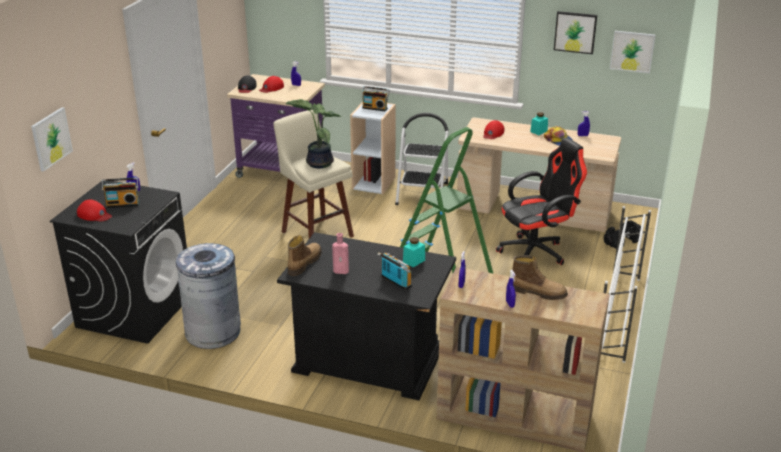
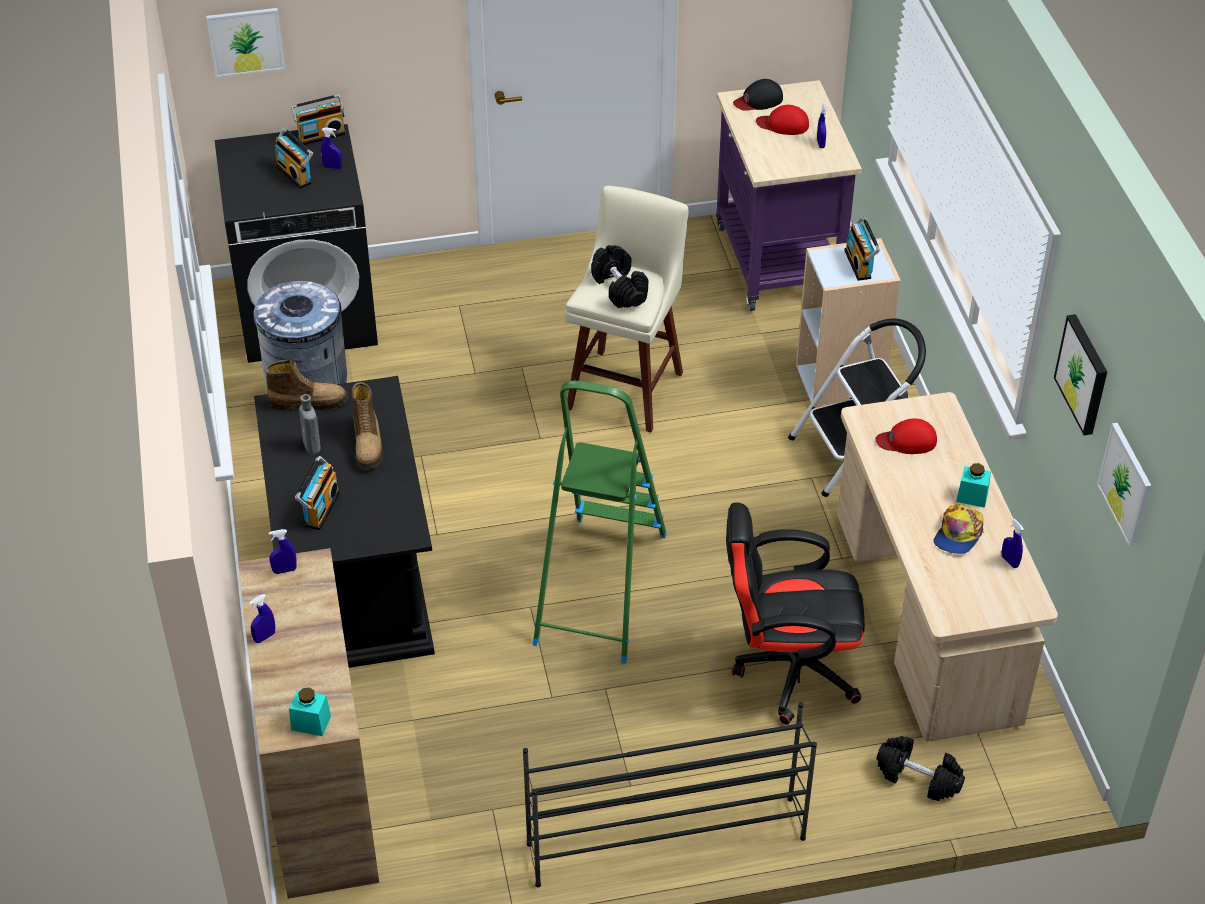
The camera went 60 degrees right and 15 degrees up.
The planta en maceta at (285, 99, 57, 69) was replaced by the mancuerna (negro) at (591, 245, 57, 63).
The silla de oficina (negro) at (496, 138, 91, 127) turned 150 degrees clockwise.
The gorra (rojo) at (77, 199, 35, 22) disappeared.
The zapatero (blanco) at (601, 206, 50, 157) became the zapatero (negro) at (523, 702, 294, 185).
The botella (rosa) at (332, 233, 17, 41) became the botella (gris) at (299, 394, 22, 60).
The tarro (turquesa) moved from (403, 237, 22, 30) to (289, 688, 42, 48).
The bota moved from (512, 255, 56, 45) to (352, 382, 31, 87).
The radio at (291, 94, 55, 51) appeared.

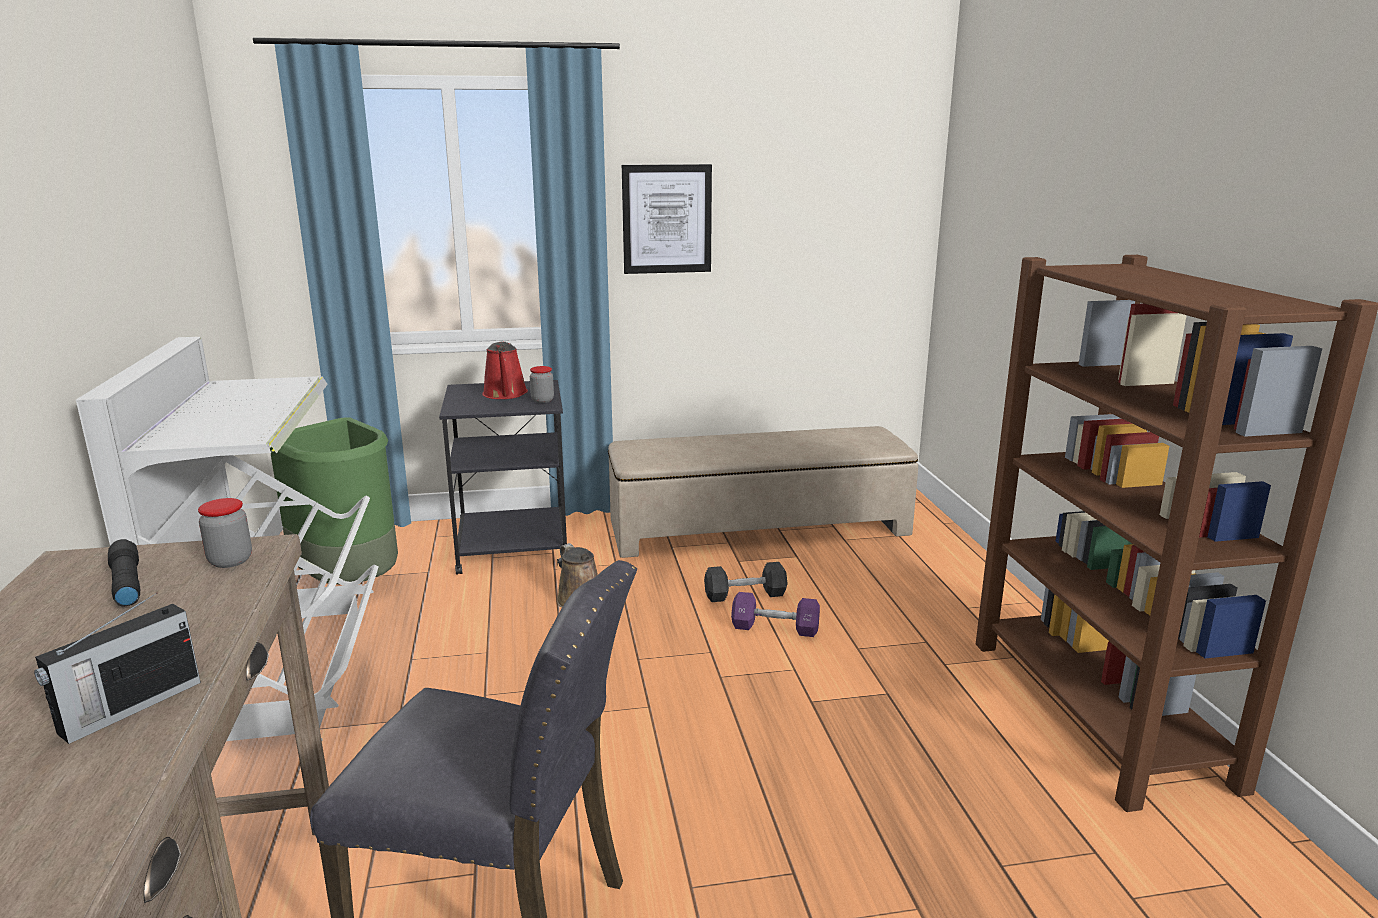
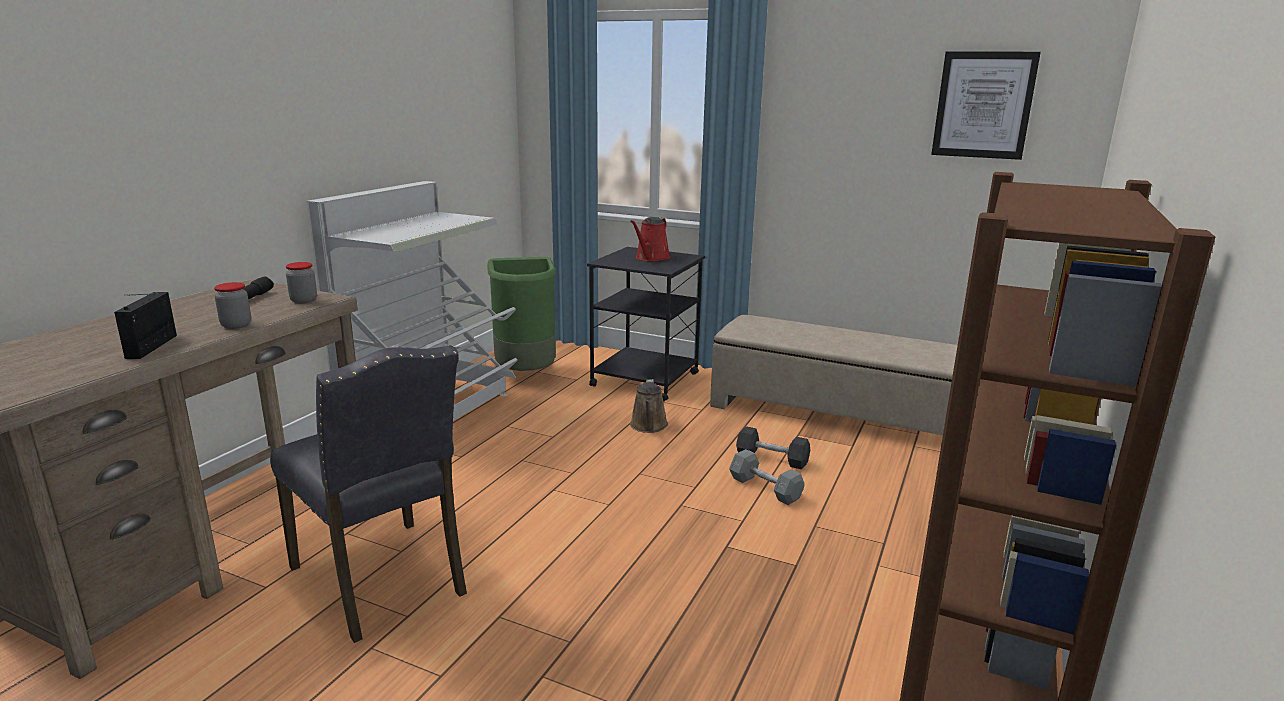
The camera went 35 degrees right and 0 degrees up.
The cuadro moved from (622, 164, 90, 110) to (931, 51, 110, 109).
The tarro moved from (530, 366, 24, 37) to (214, 282, 37, 47).
The radio at (34, 592, 167, 152) turned 105 degrees clockwise.
The mancuerna (morado) at (731, 592, 89, 45) became the mancuerna (gris) at (729, 449, 76, 56).

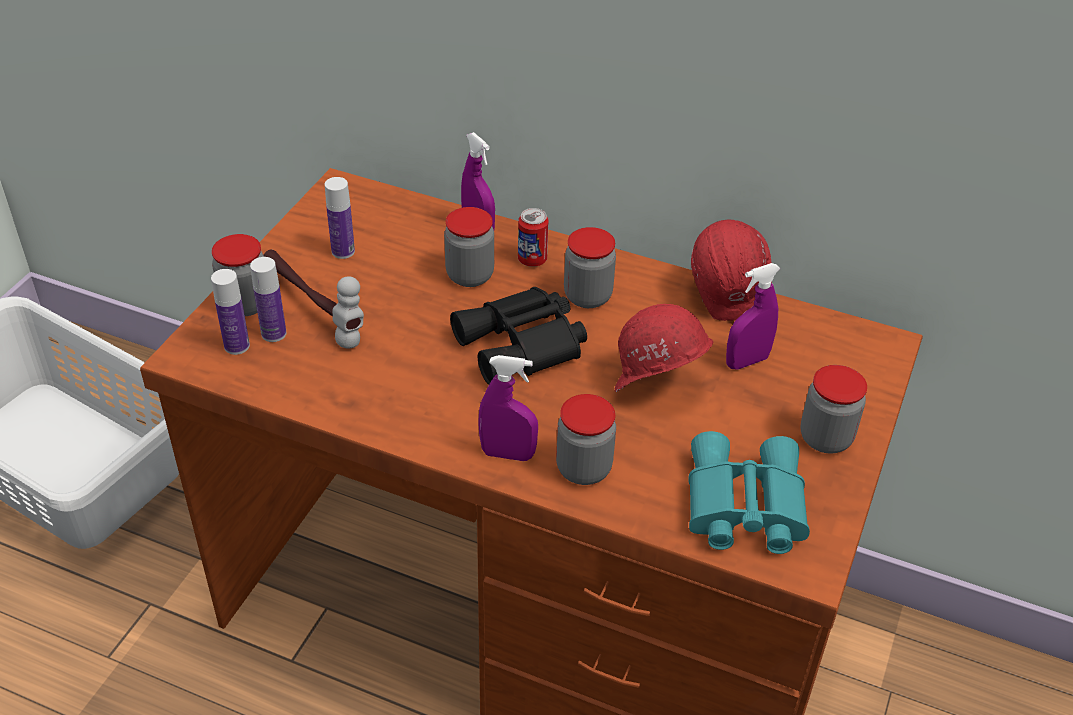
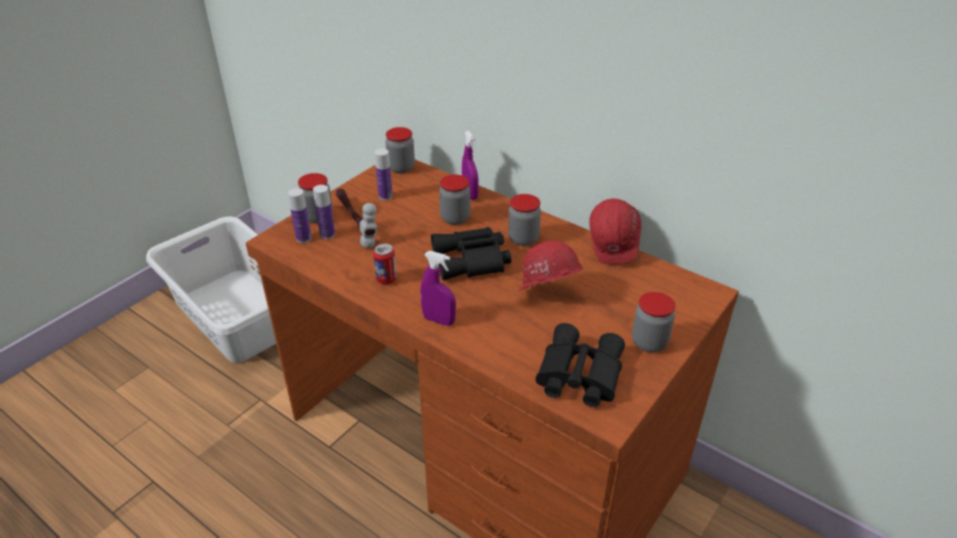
The camera went 15 degrees right and 5 degrees down.
The lata moved from (518, 208, 31, 59) to (373, 244, 24, 41).
The pulverizador (morado) at (726, 263, 55, 107) disappeared.
The tarro moved from (556, 394, 60, 91) to (385, 127, 30, 46).
The prismáticos (turquesa) at (688, 431, 122, 123) became the prismáticos (negro) at (536, 323, 89, 84).

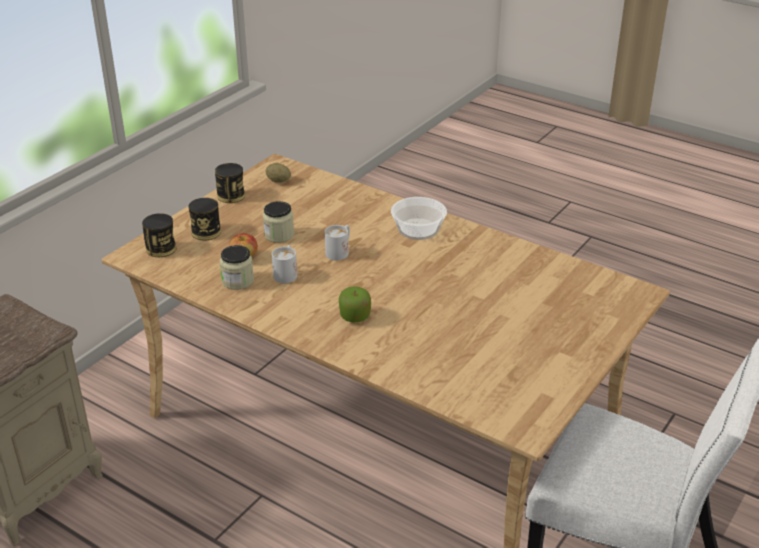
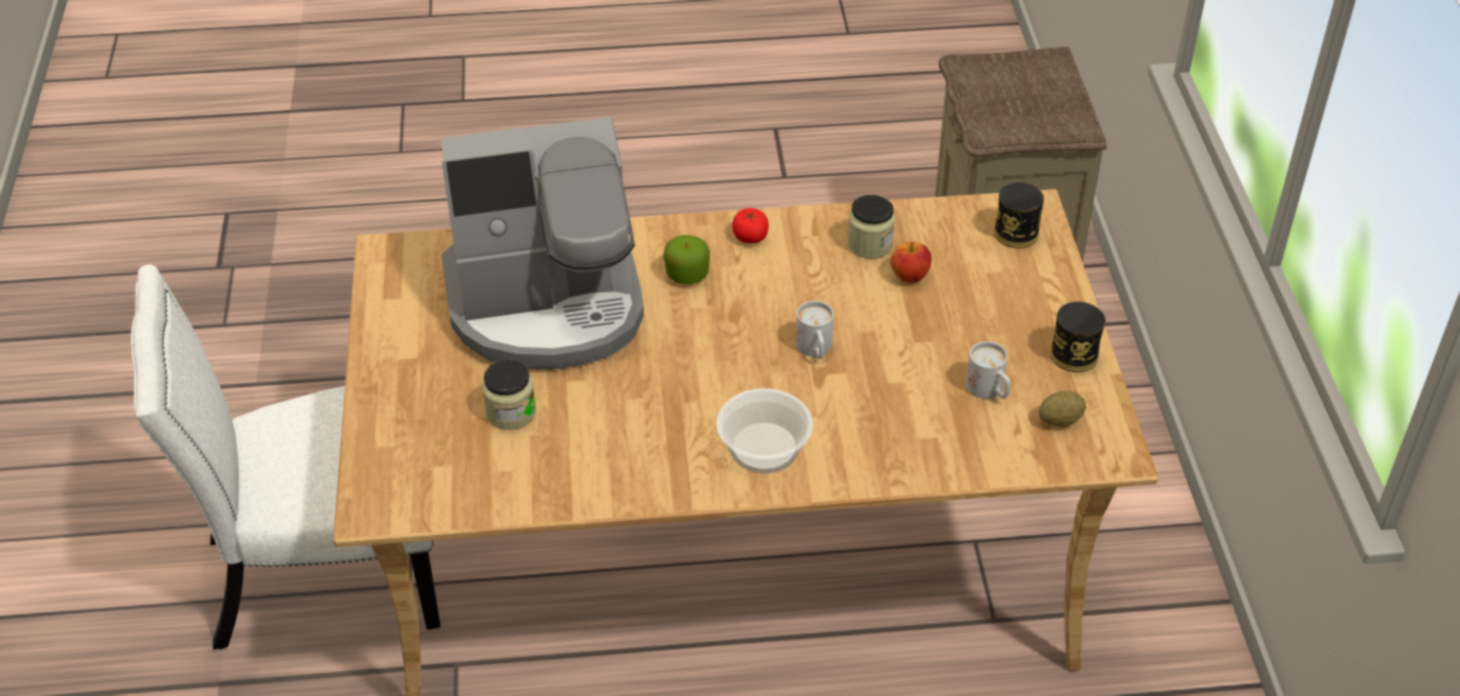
The camera went 140 degrees right and 10 degrees up.
The lata at (188, 198, 33, 42) disappeared.
The tarro moved from (263, 201, 31, 42) to (482, 360, 54, 70).
The taza grande (blanco) moved from (272, 245, 25, 38) to (966, 341, 45, 58).
The cafetera at (441, 117, 203, 253) appeared.
The tomate at (732, 208, 37, 36) appeared.

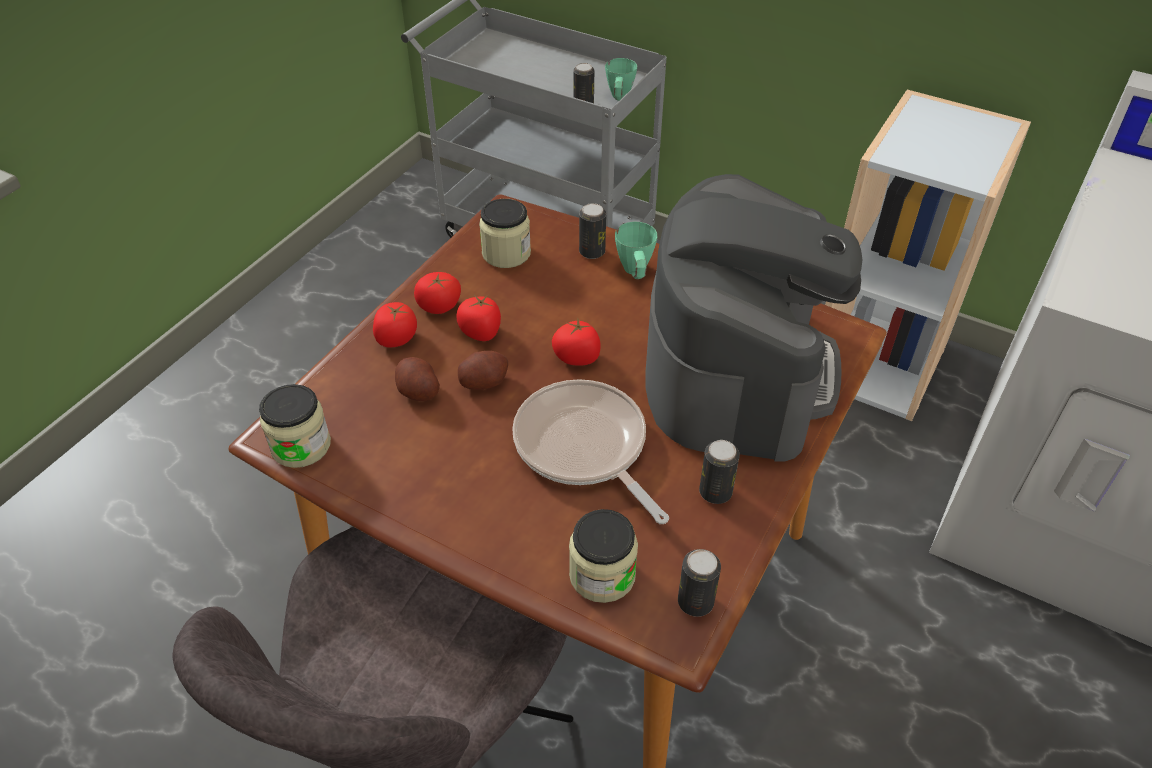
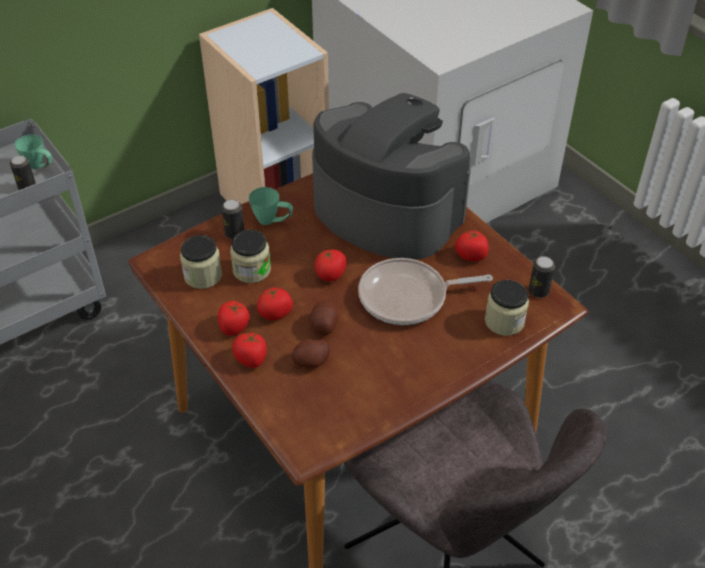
The camera went 65 degrees left and 0 degrees up.
The tarro moved from (259, 384, 72, 84) to (230, 230, 41, 53).
The lata at (699, 440, 41, 64) was replaced by the tomate at (455, 229, 34, 32).

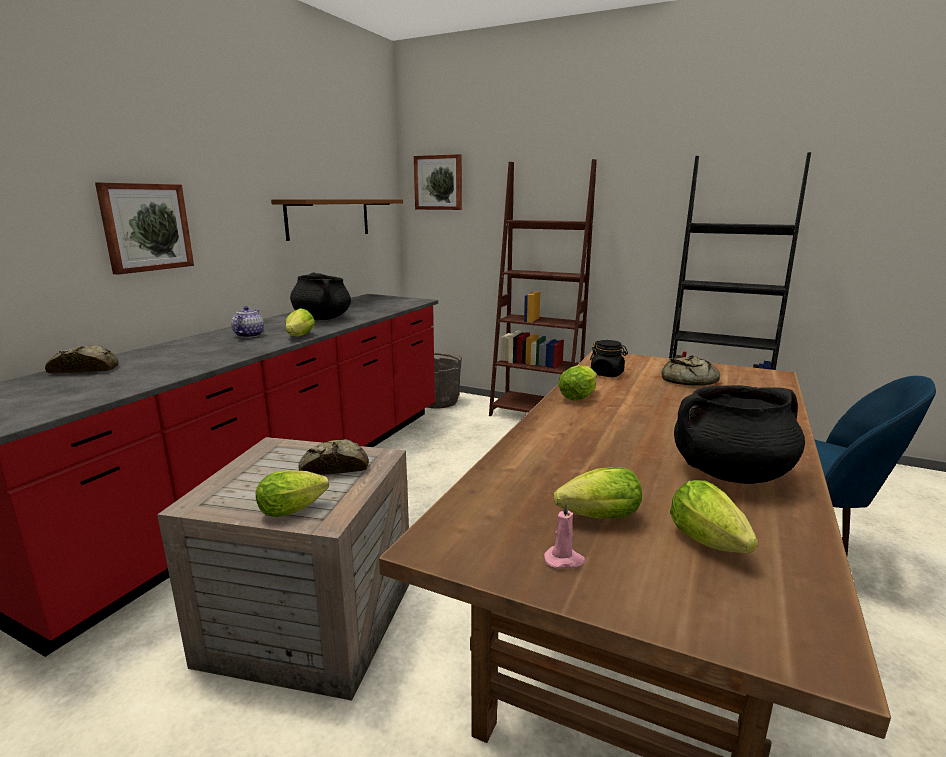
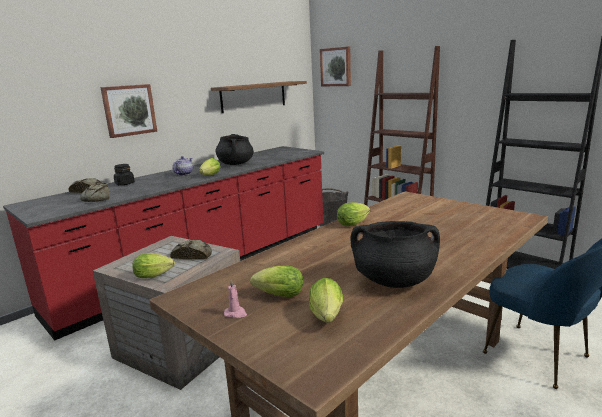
The camera went 20 degrees right and 0 degrees up.
The tarro (negro) moved from (590, 340, 38, 37) to (114, 164, 21, 21).
The pan moved from (661, 355, 59, 31) to (80, 183, 29, 19).

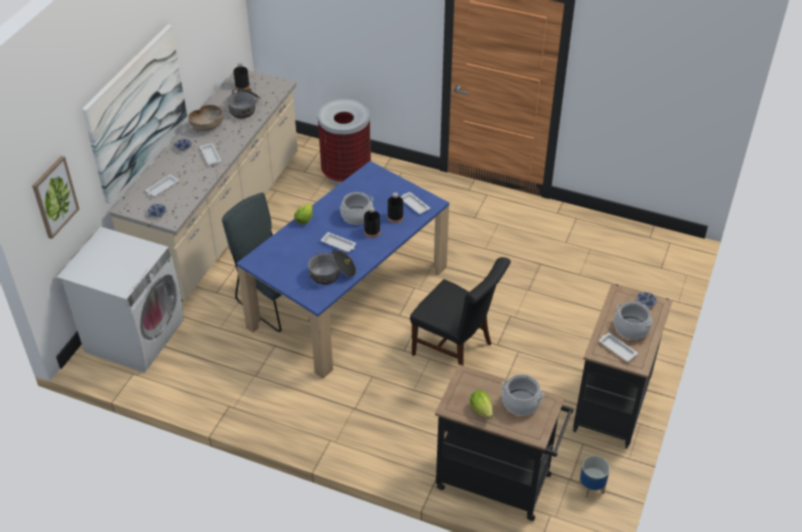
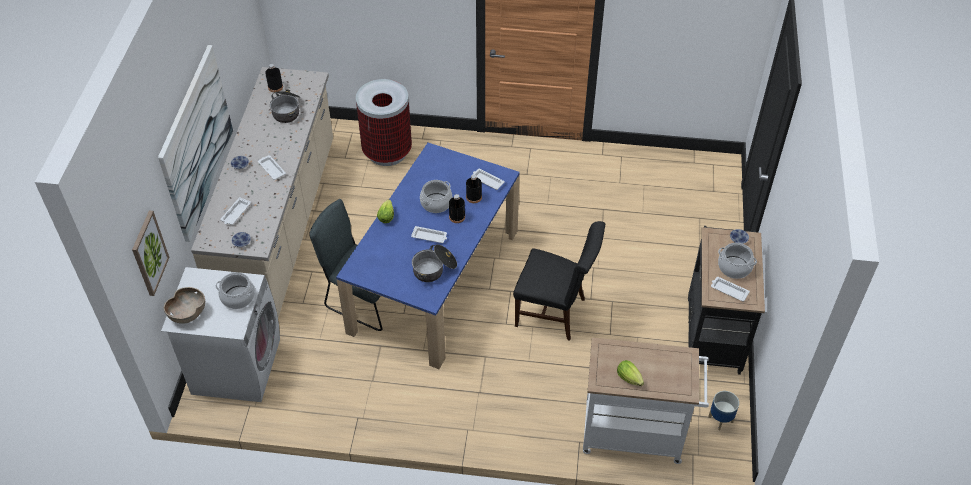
The camera went 15 degrees left and 5 degrees up.
The cuenco (marrón) moved from (188, 105, 36, 27) to (164, 287, 41, 37).
The carrito (negro) at (435, 364, 139, 157) became the carrito (blanco) at (583, 338, 126, 126).
The olla moved from (501, 374, 43, 41) to (215, 272, 40, 37).

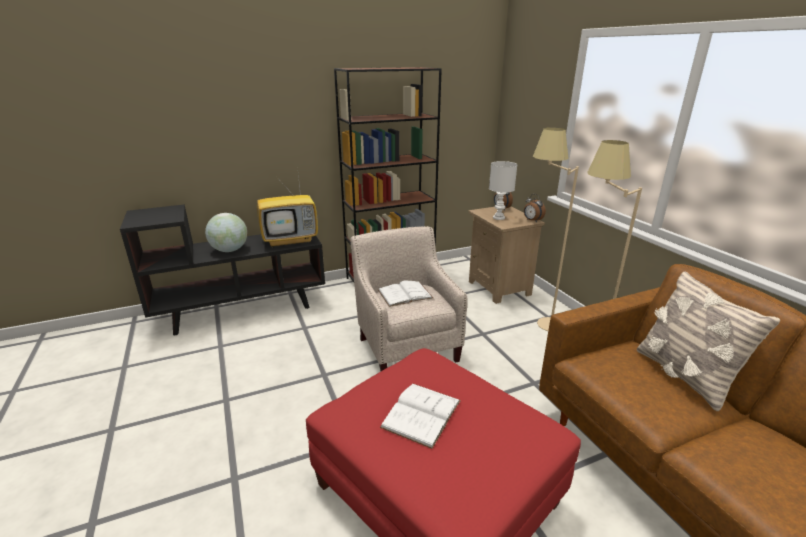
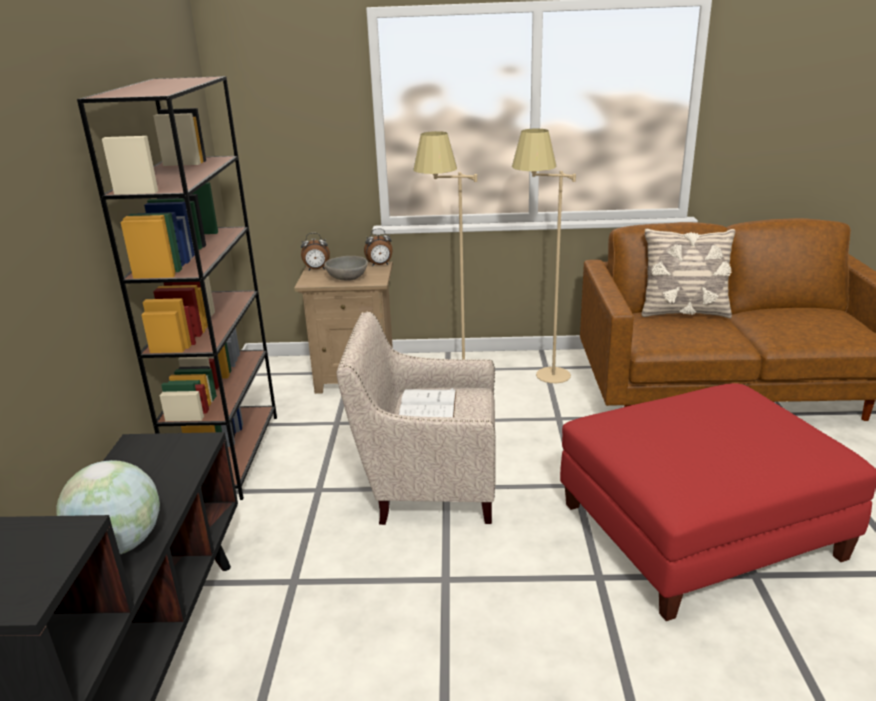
The camera went 65 degrees left and 0 degrees up.
The lámpara de mesa (blanco) at (489, 161, 28, 59) was replaced by the cuenco (gris) at (324, 256, 44, 25).
The televisor at (257, 166, 61, 81) disappeared.
The libro (blanco) at (380, 384, 81, 65) disappeared.

